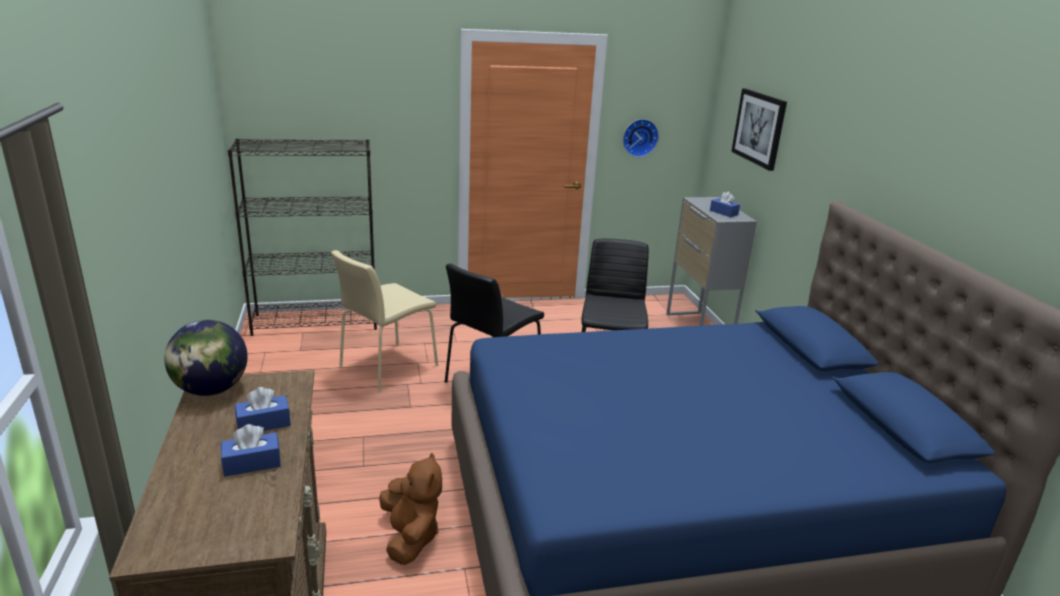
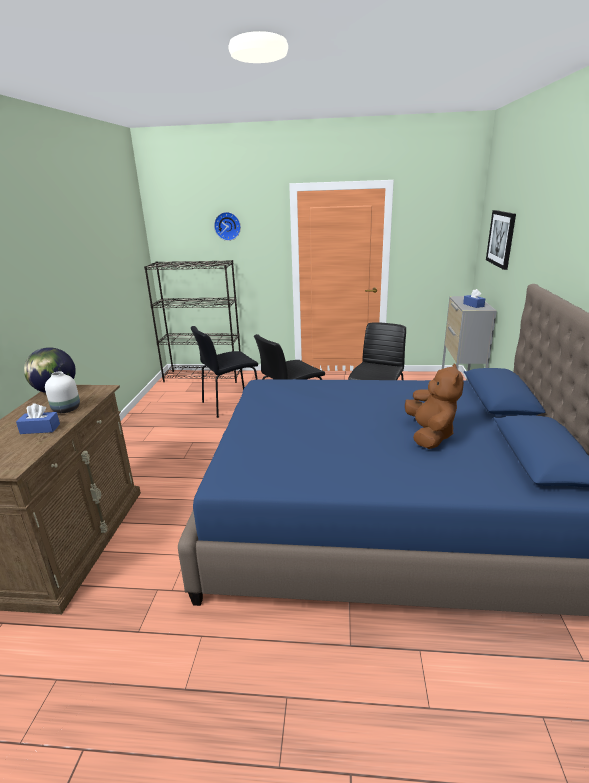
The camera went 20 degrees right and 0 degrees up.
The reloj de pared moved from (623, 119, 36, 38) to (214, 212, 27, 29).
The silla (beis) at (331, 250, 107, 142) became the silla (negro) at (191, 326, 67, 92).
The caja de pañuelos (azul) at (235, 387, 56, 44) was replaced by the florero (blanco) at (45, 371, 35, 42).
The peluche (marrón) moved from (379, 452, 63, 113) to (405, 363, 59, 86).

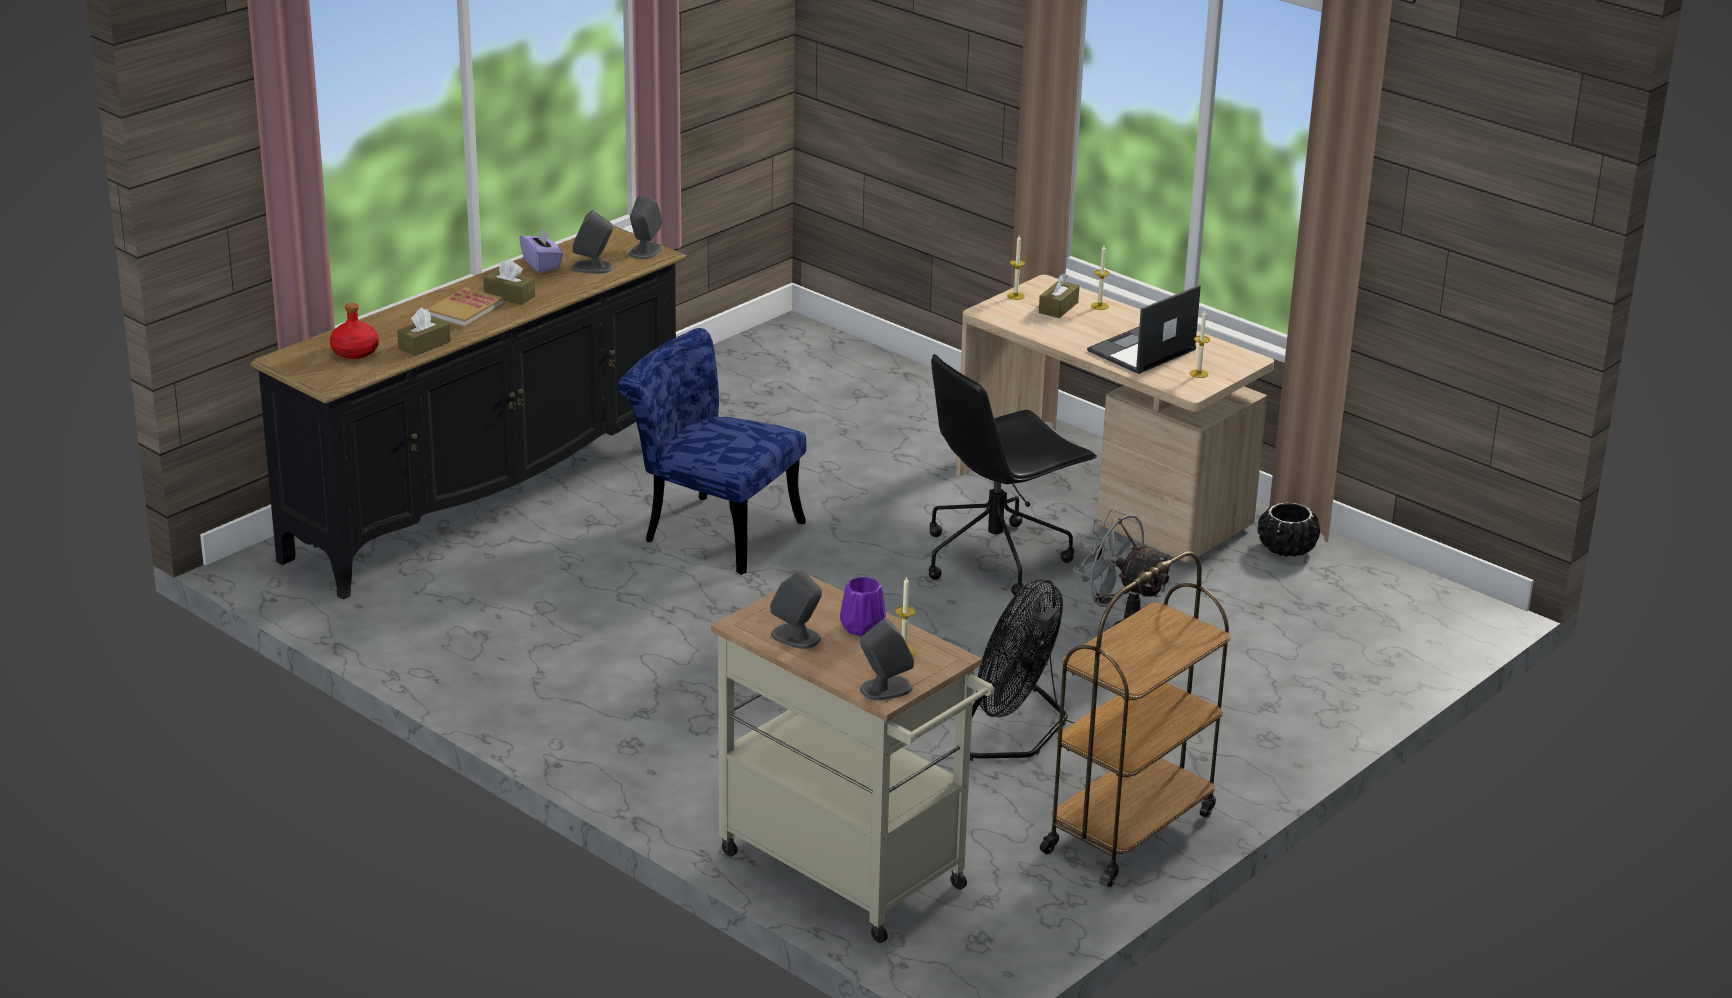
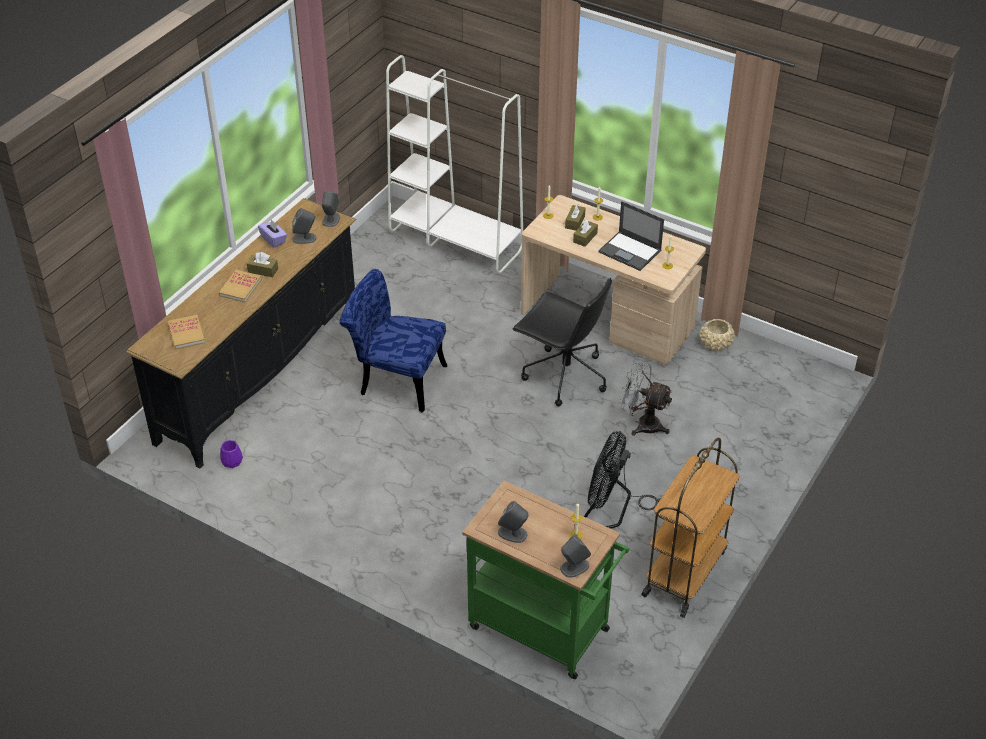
The camera went 10 degrees left and 15 degrees up.
The portátil at (1087, 285, 114, 89) turned 90 degrees counterclockwise.
The botella (rojo) at (330, 303, 49, 56) was replaced by the libro at (168, 315, 37, 34).
The caja de pañuelos (marrón) moved from (397, 308, 54, 48) to (573, 219, 25, 28).
The silla de oficina (negro) at (929, 354, 169, 241) turned 105 degrees counterclockwise.
The maceta (negro) at (1257, 503, 63, 54) became the maceta (beis) at (700, 319, 35, 32).
The carrito (beis) at (711, 575, 283, 368) became the carrito (verde) at (462, 481, 167, 198).
The florero (morado) moved from (840, 577, 46, 59) to (220, 440, 23, 28).
The perchero (blanco) at (386, 55, 137, 219) appeared.

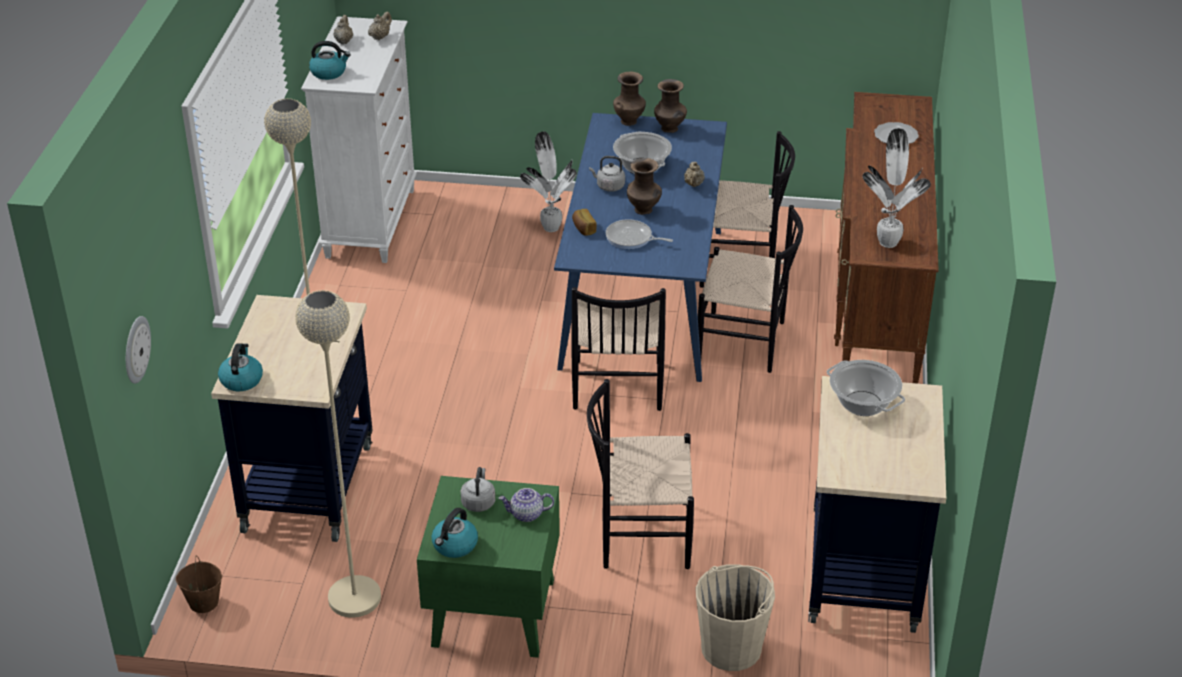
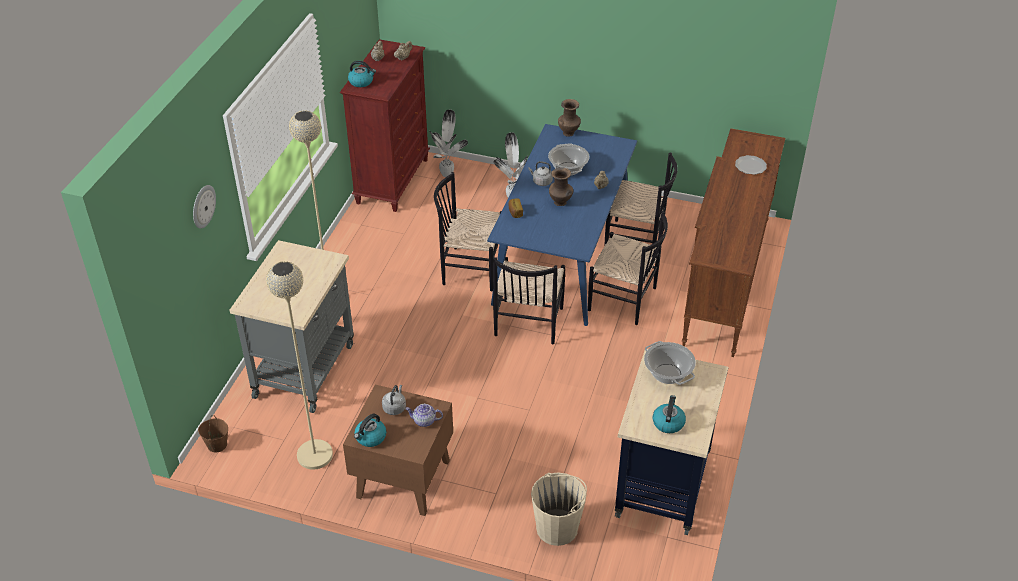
The camera went 10 degrees right and 5 degrees up.
The cómoda (blanco) at (301, 16, 116, 247) became the cómoda (rojo) at (340, 39, 90, 173).
The florero (marrón) at (654, 79, 33, 54) disappeared.
The planta en maceta moved from (862, 128, 69, 120) to (430, 110, 38, 67).
The sartén at (606, 219, 67, 30) disappeared.
The carrito (azul) at (211, 295, 162, 247) became the carrito (gris) at (229, 240, 125, 173).
The reloj de pared moved from (126, 316, 25, 68) to (193, 185, 23, 44).
The hervidor moved from (218, 343, 45, 48) to (653, 395, 33, 38).
The silla (negro) moved from (587, 379, 107, 190) to (434, 172, 68, 119).
The mesita de noche (verde) at (417, 476, 143, 182) became the mesita de noche (marrón) at (343, 385, 110, 131).

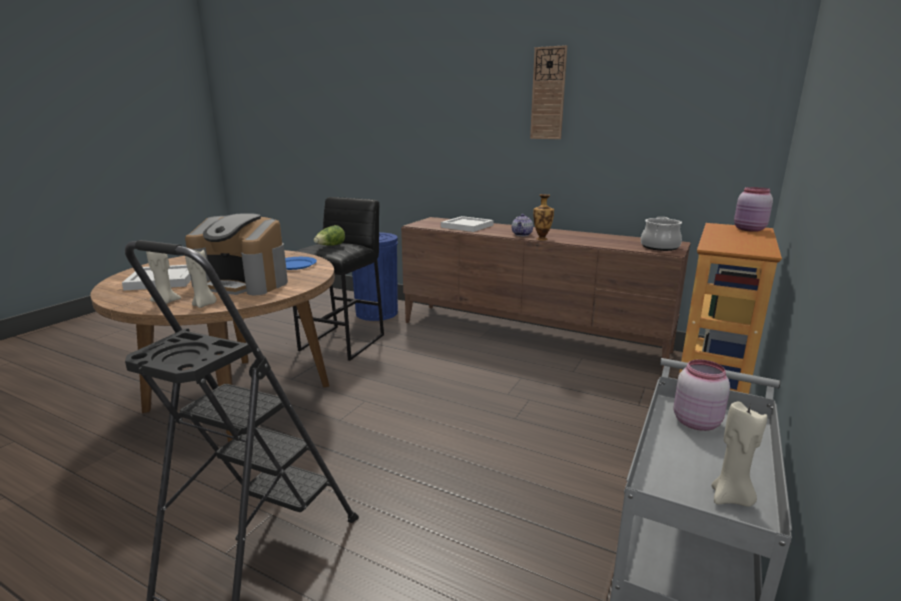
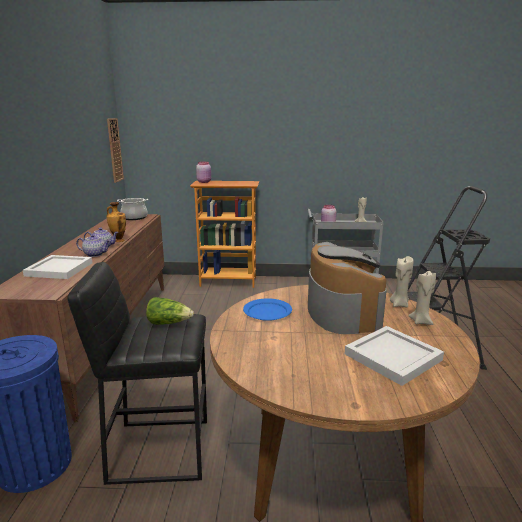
The camera went 115 degrees left and 0 degrees up.
The reloj de pared moved from (530, 45, 37, 94) to (107, 118, 17, 65).
The tetera at (76, 234, 35, 23) appeared.

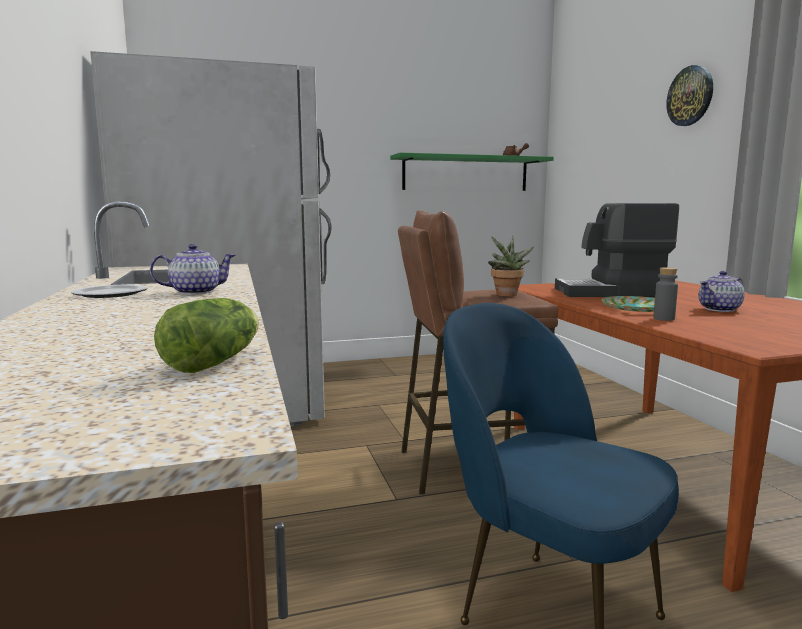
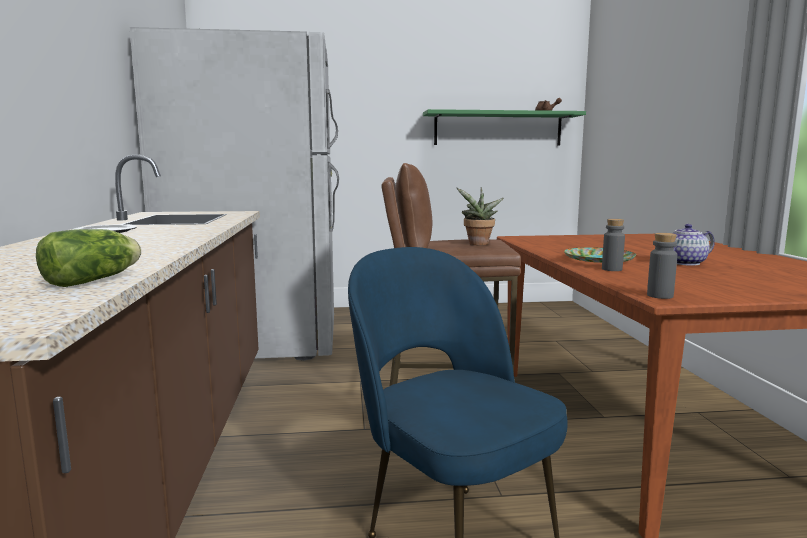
The camera went 10 degrees right and 0 degrees up.
The reloj de pared at (666, 65, 47, 61) disappeared.
The cafetera at (555, 203, 124, 94) disappeared.
The tetera at (150, 244, 86, 51) disappeared.
The botella (gris) at (647, 233, 31, 66) appeared.

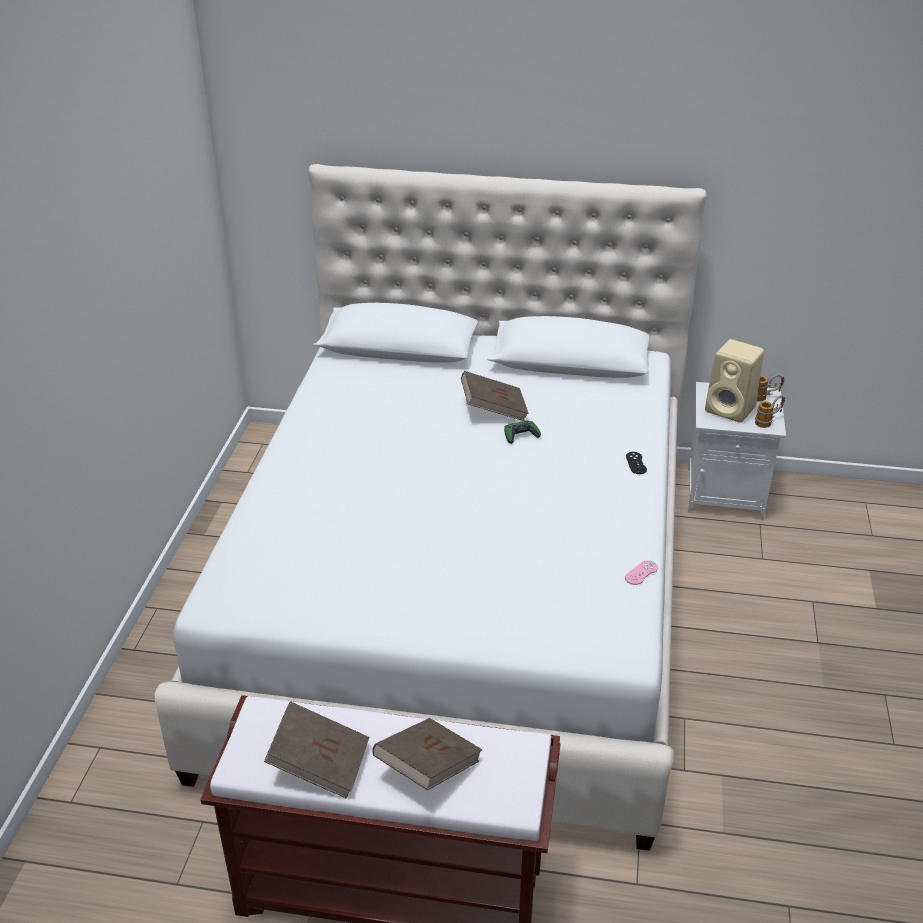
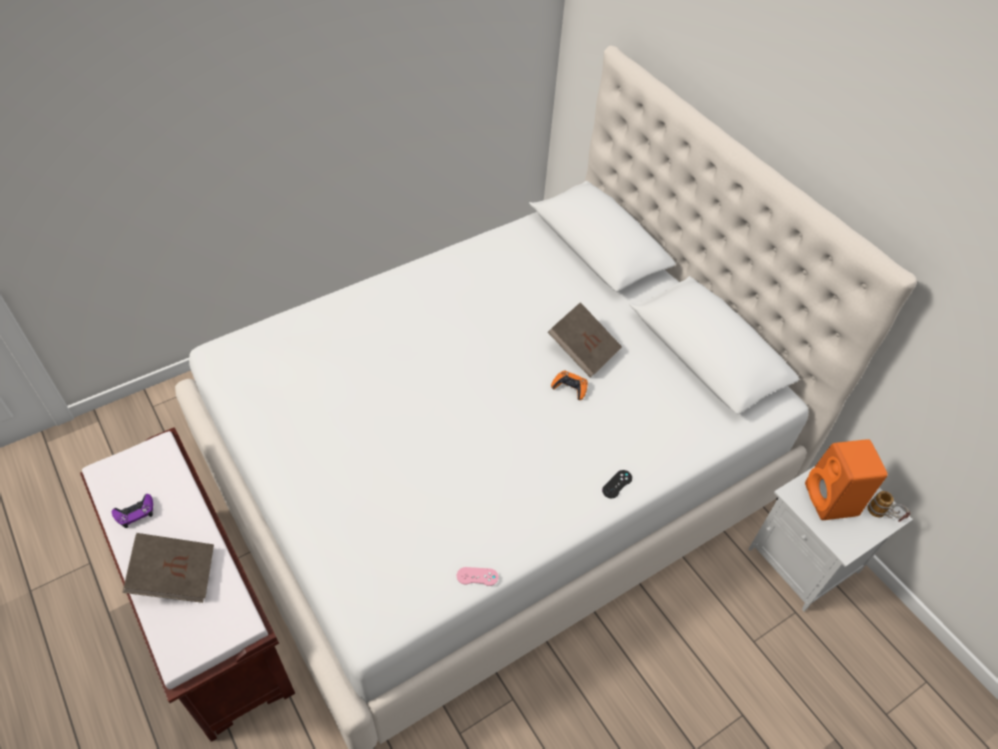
The camera went 45 degrees right and 15 degrees up.
The altavoz (beis) at (705, 339, 59, 84) became the altavoz (naranja) at (805, 439, 83, 81).
The taza grande at (755, 395, 30, 33) disappeared.
The mando de consola (verde) at (504, 420, 37, 24) became the mando de consola (naranja) at (551, 371, 37, 29).
The libro (marrón) at (264, 701, 105, 98) was replaced by the mando de consola (morado) at (112, 494, 41, 34).

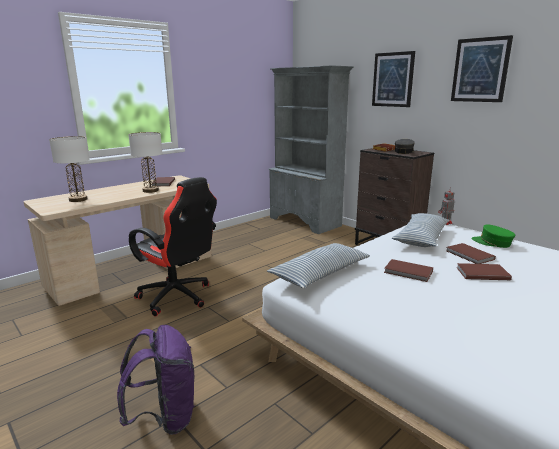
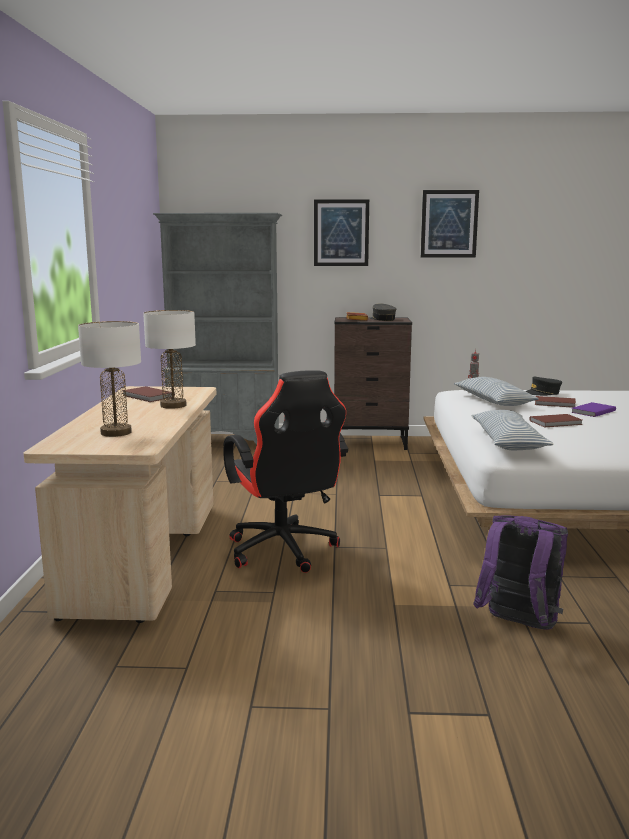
The camera went 45 degrees left and 5 degrees down.
The silla de oficina (negro) at (129, 177, 88, 139) turned 75 degrees clockwise.
The gorra (verde) at (471, 224, 44, 24) became the gorra (negro) at (525, 377, 37, 19).
The libro (marrón) at (457, 263, 55, 17) became the libro (morado) at (571, 402, 45, 15).

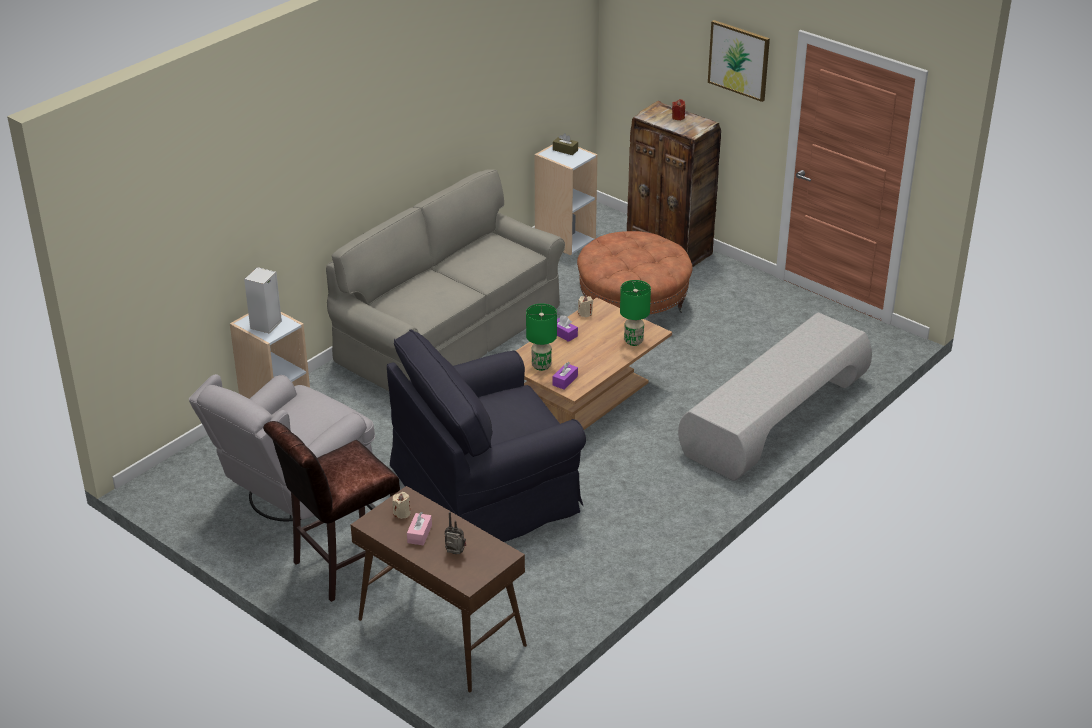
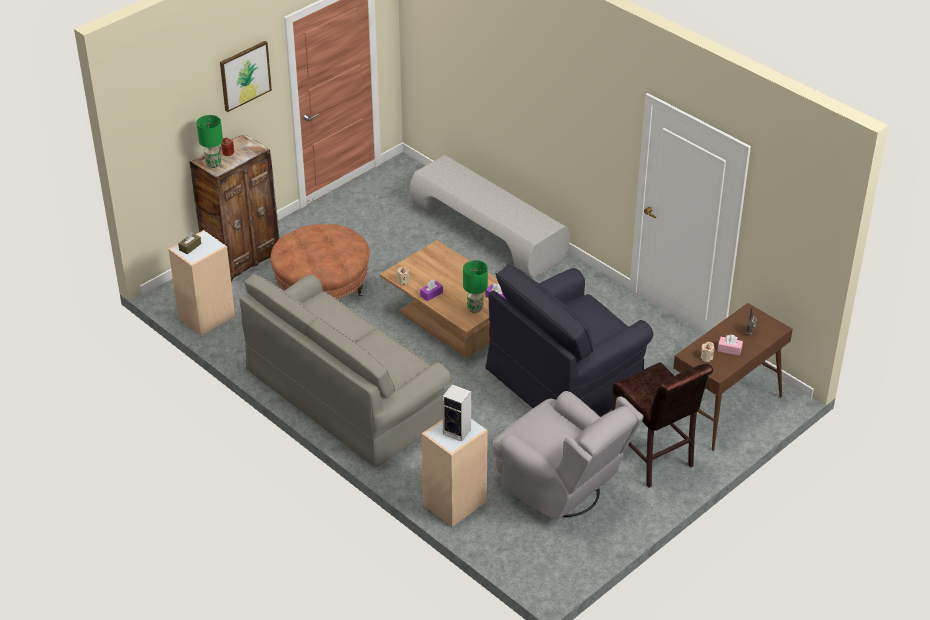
The camera went 85 degrees left and 5 degrees up.
The lámpara de mesa (verde) moved from (620, 280, 31, 66) to (196, 115, 27, 53).
The sillón (negro) at (387, 329, 199, 213) turned 75 degrees clockwise.

